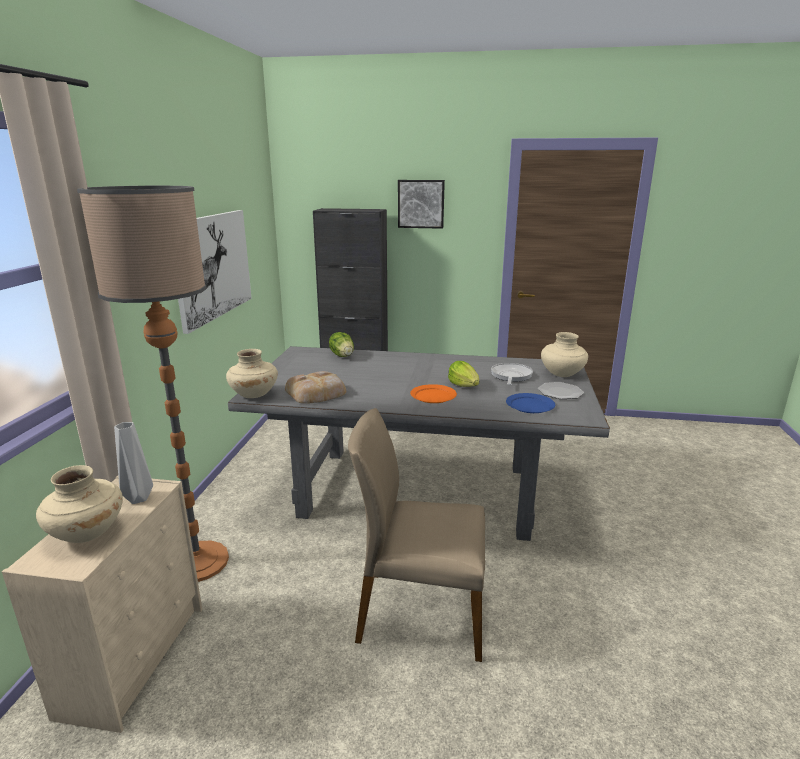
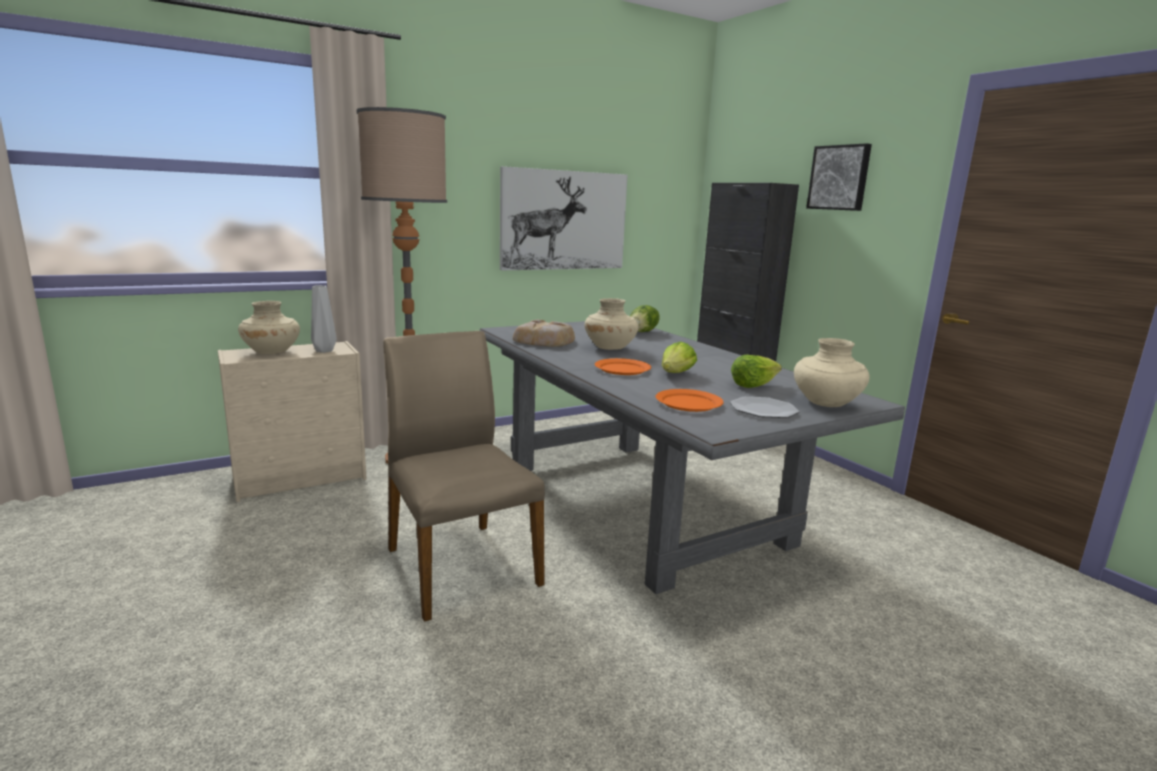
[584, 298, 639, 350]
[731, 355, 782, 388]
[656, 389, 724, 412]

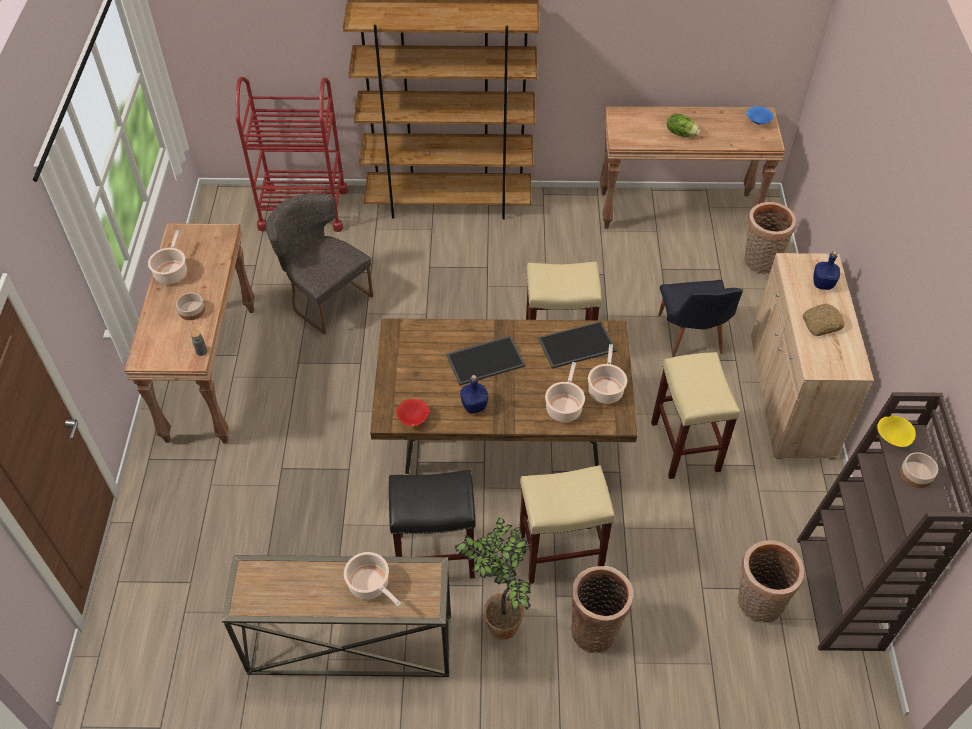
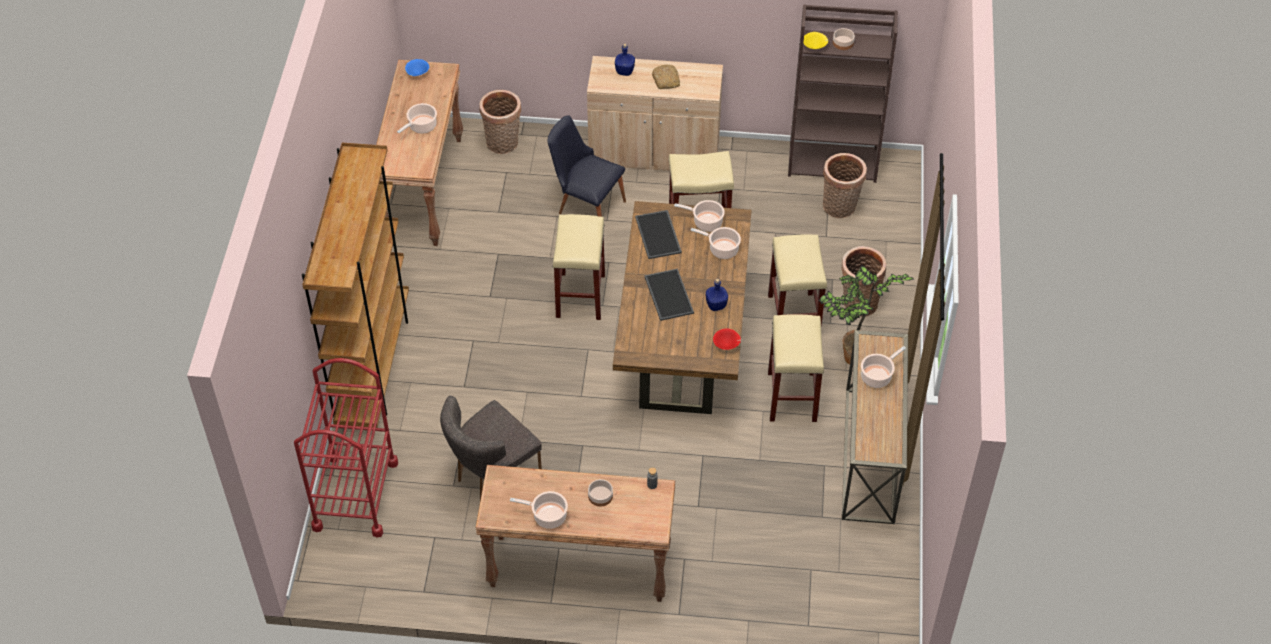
[768, 315, 824, 422]
[548, 115, 626, 217]
[397, 103, 437, 134]

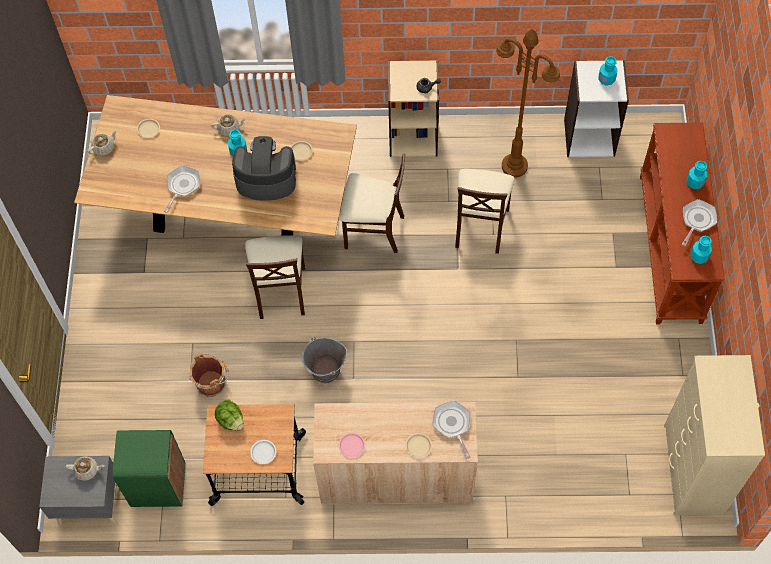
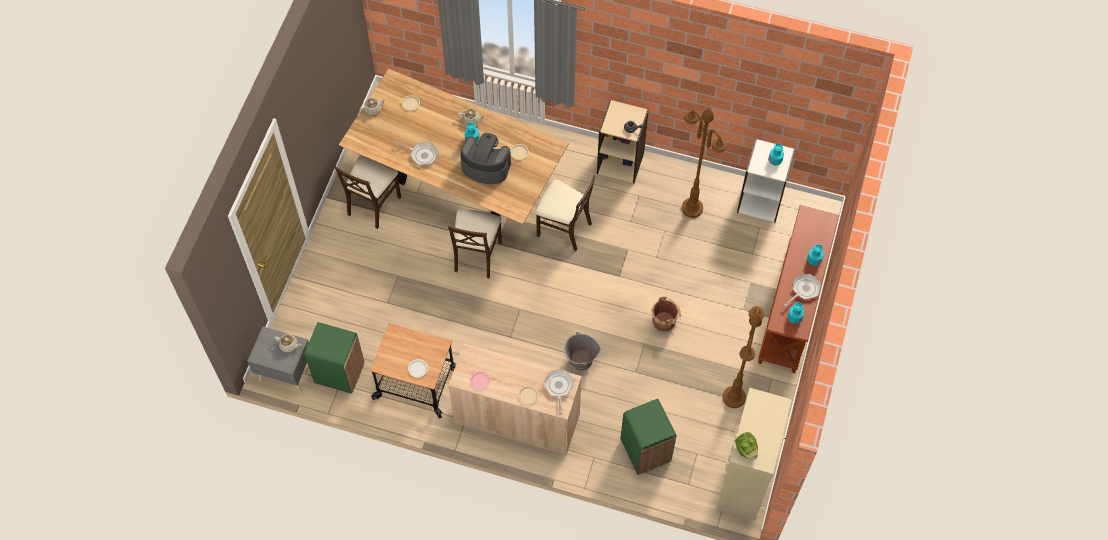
[395, 141, 438, 165]
[651, 296, 681, 332]
[735, 432, 758, 460]
[564, 332, 601, 371]
[335, 155, 401, 229]
[621, 399, 677, 475]
[723, 306, 764, 408]

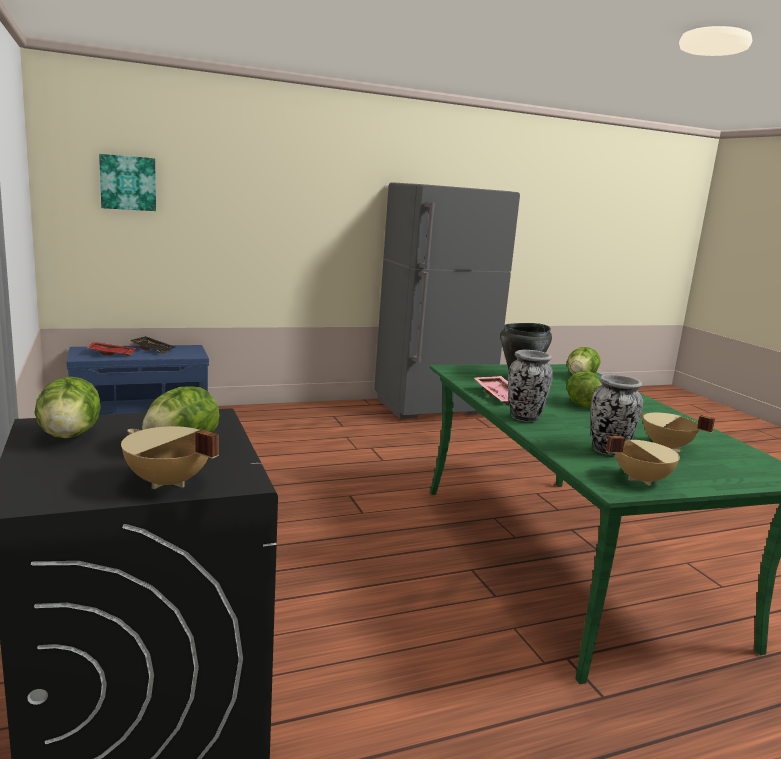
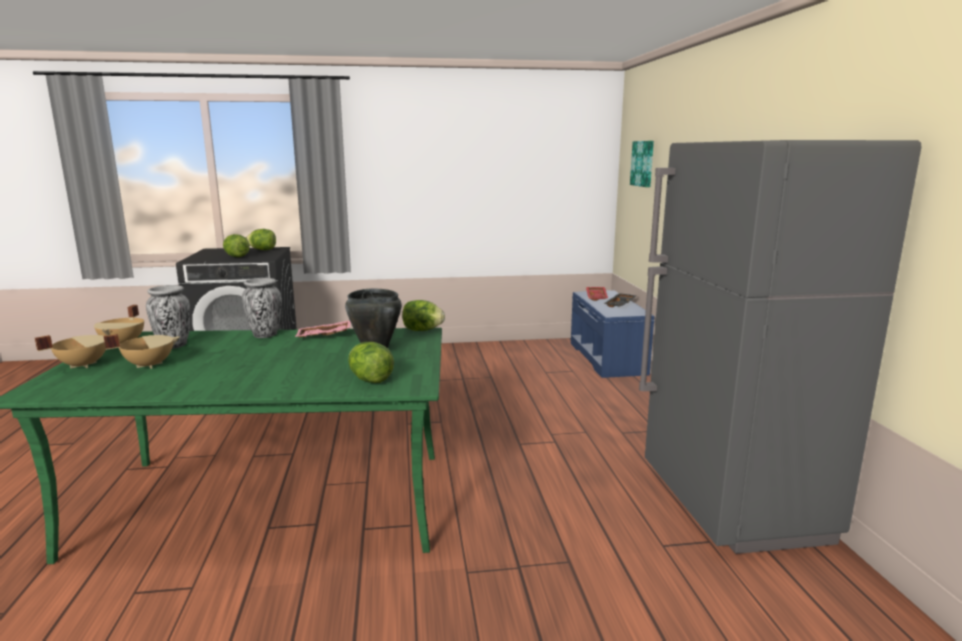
[35, 335, 106, 368]
[402, 300, 445, 331]

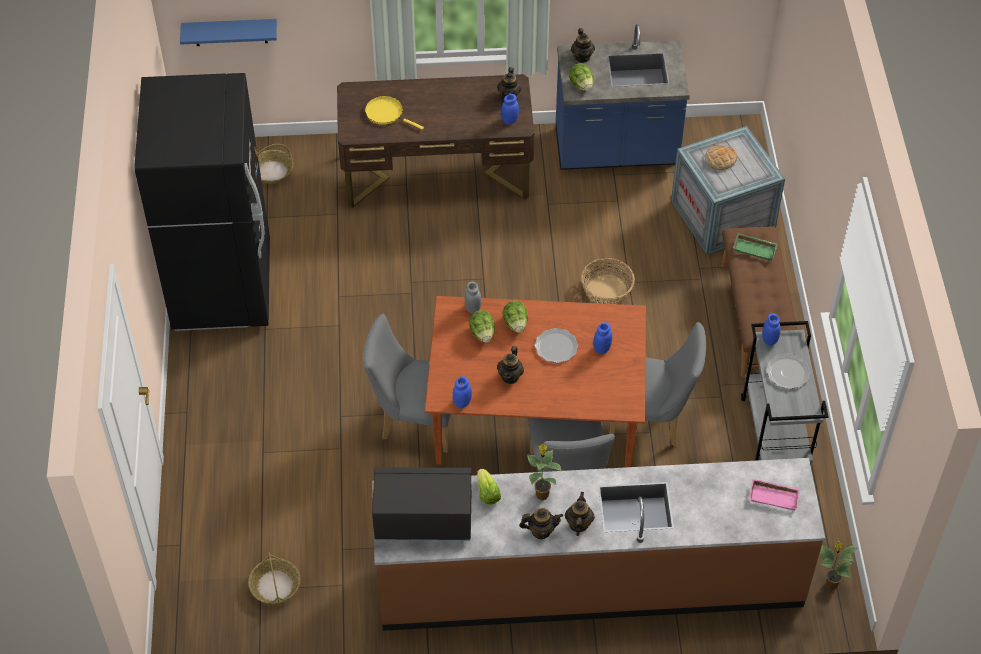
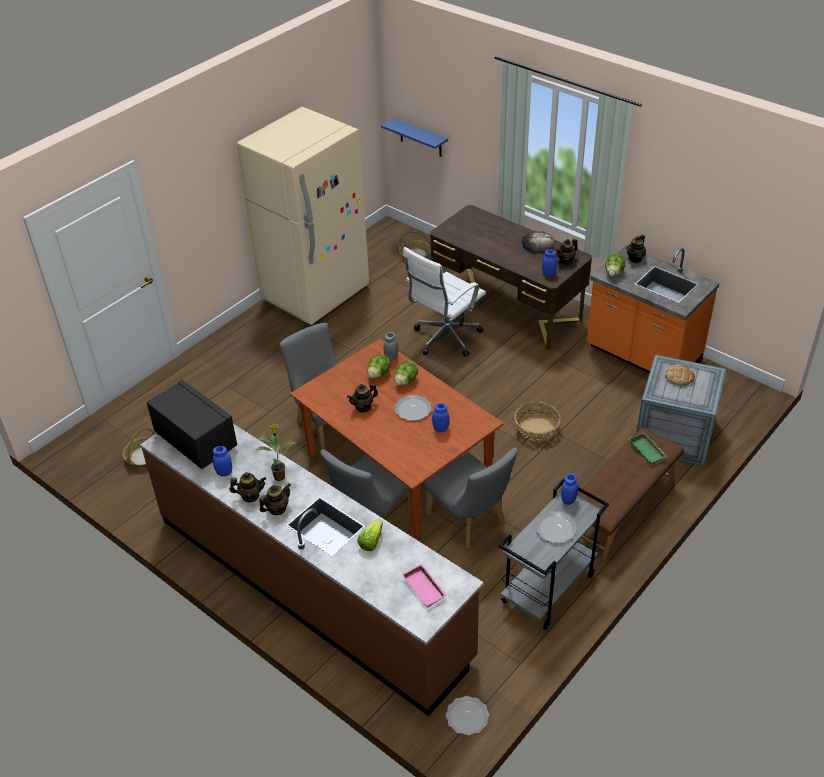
[237, 107, 369, 325]
[365, 96, 424, 130] (first image)
[213, 446, 232, 476]
[357, 519, 383, 551]
[229, 472, 266, 502]
[587, 245, 719, 373]
[446, 696, 489, 736]
[403, 247, 486, 357]
[522, 231, 555, 254]

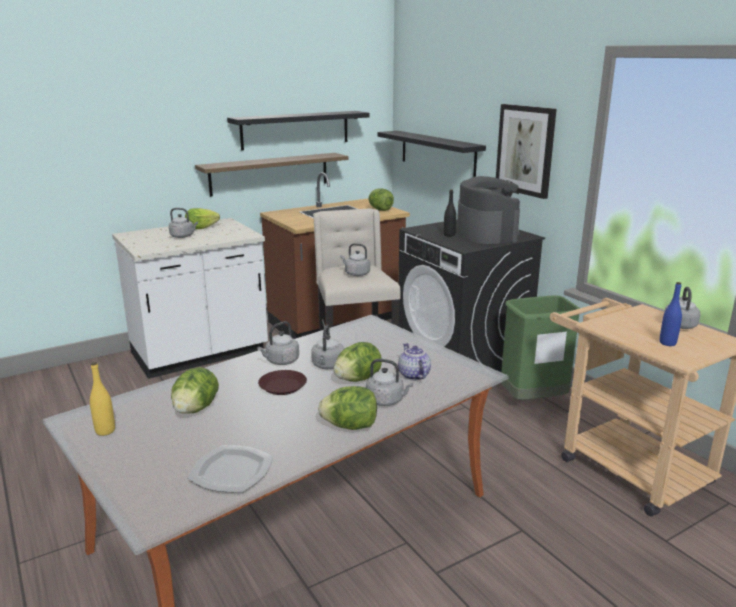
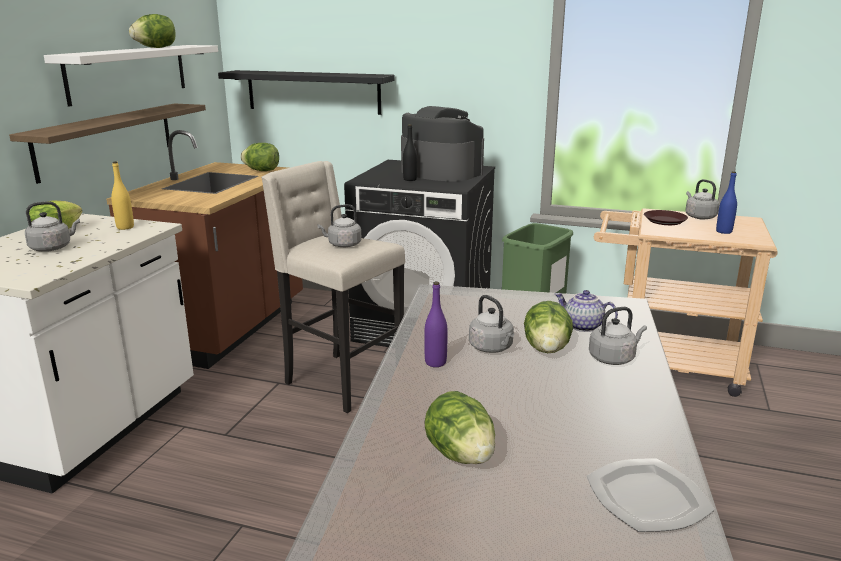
[111, 161, 134, 230]
[44, 45, 218, 106]
[424, 282, 448, 367]
[644, 210, 688, 225]
[129, 14, 176, 48]
[496, 104, 557, 199] (first image)

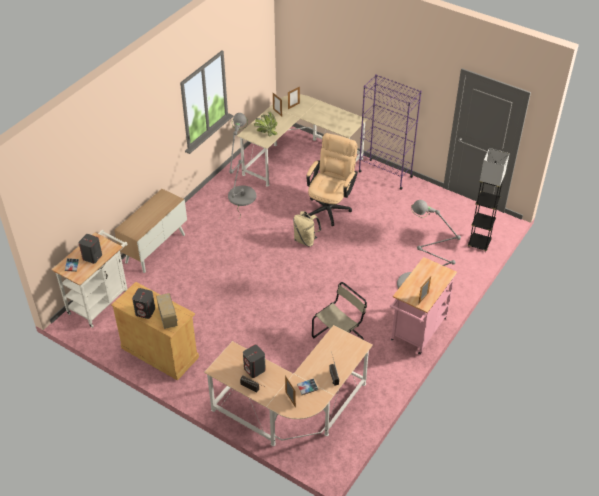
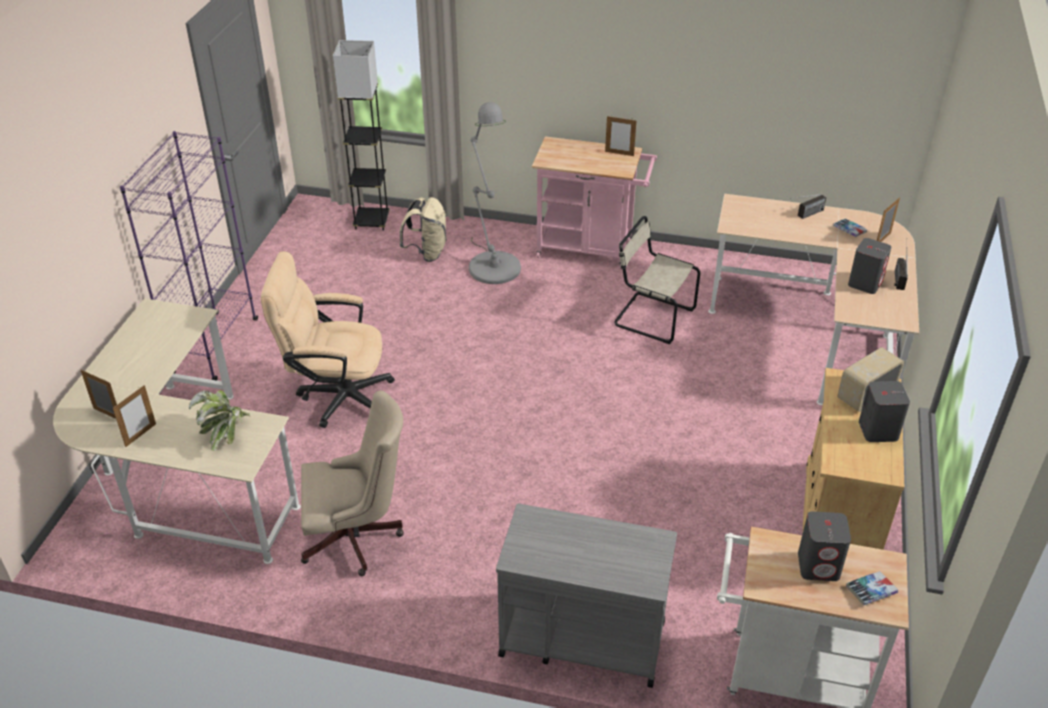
[496, 504, 677, 688]
[301, 391, 404, 576]
[399, 197, 447, 262]

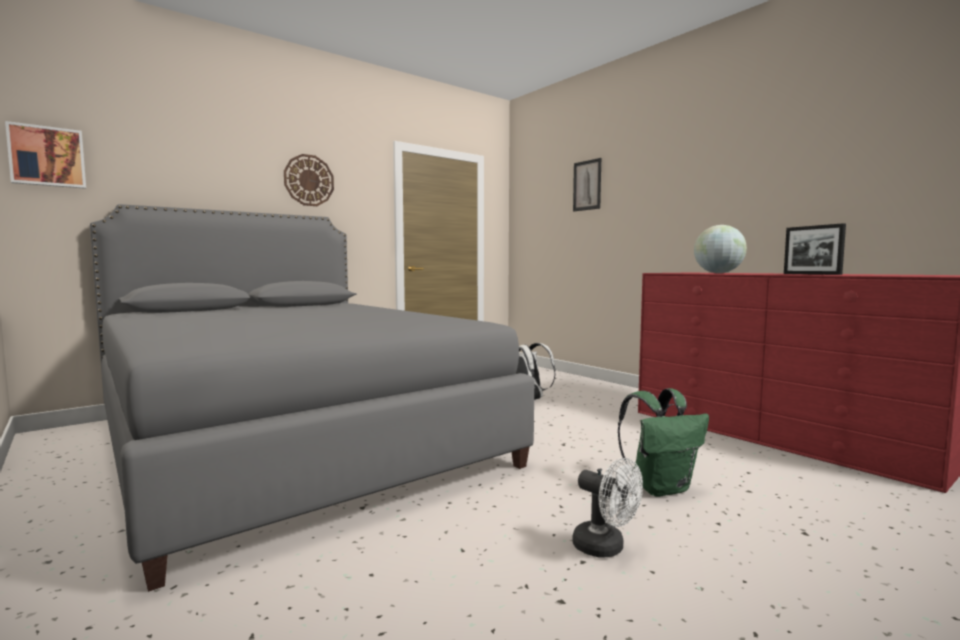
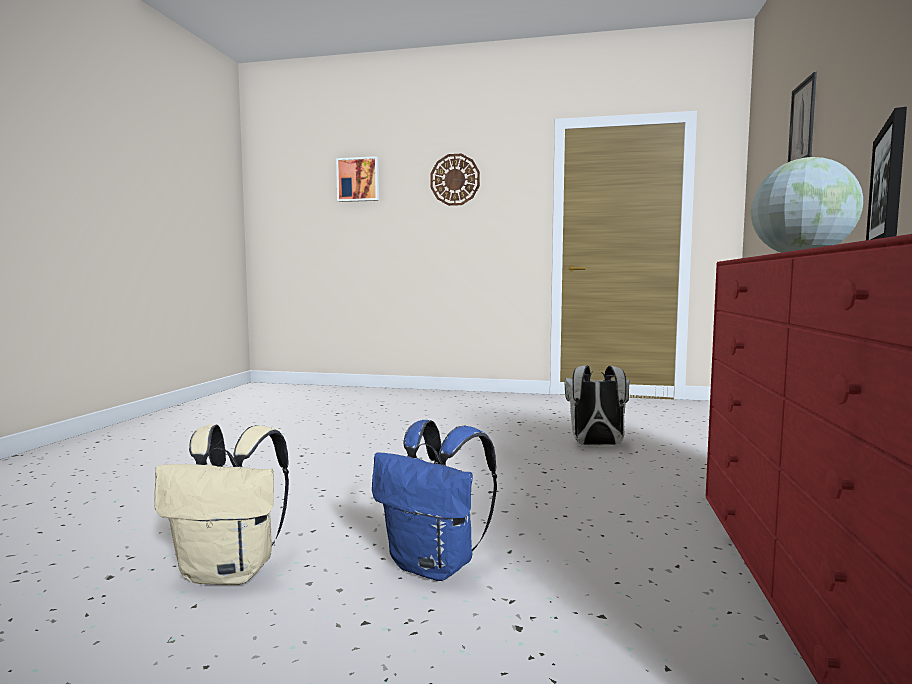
[336, 156, 379, 202]
[90, 204, 534, 592] (first image)
[154, 424, 289, 585]
[372, 420, 497, 581]

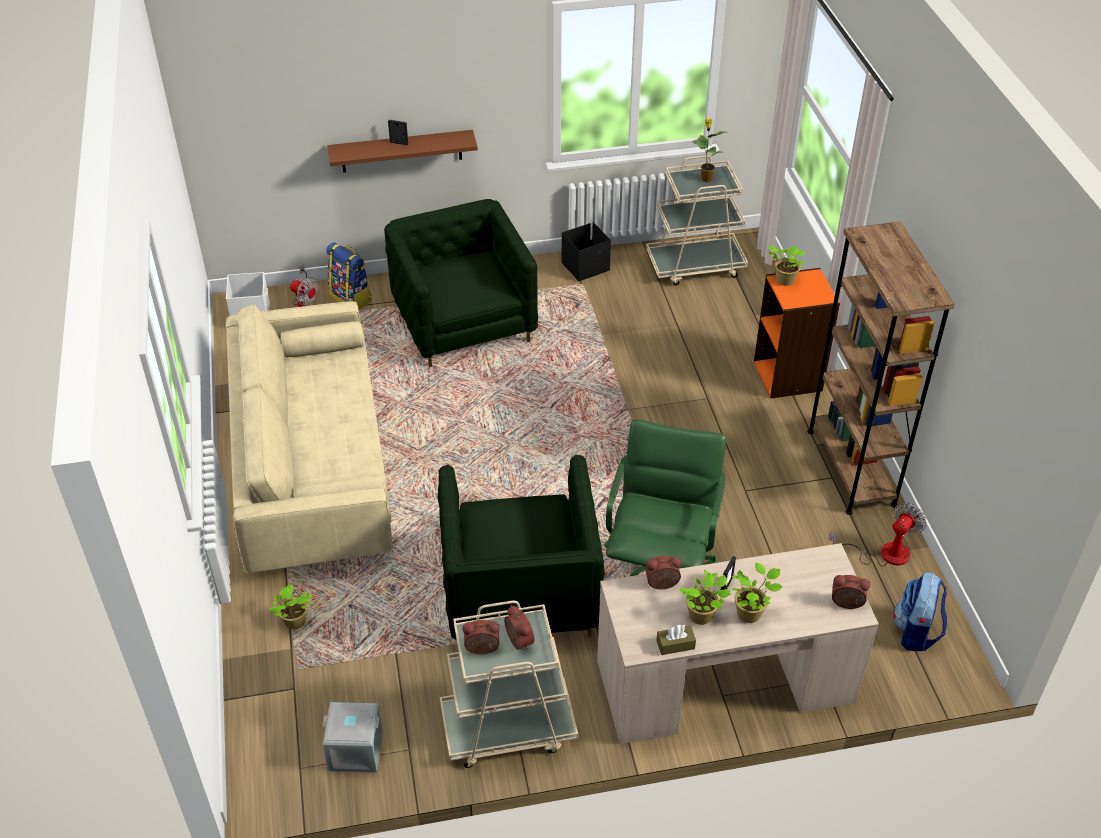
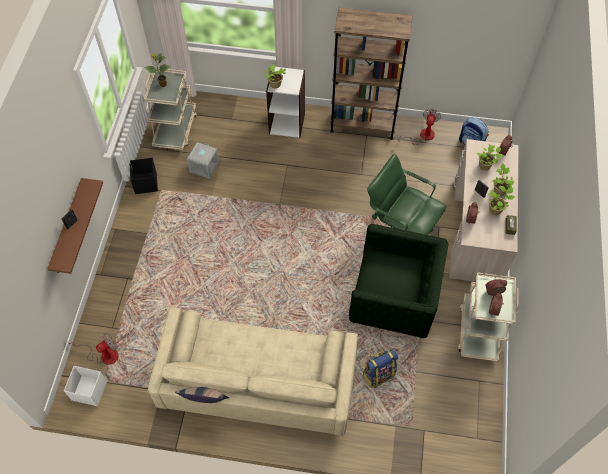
[476, 144, 503, 170]
[187, 142, 219, 179]
[363, 350, 398, 388]
[384, 199, 538, 367] (first image)
[266, 67, 305, 138]
[397, 109, 441, 145]
[175, 387, 229, 403]

